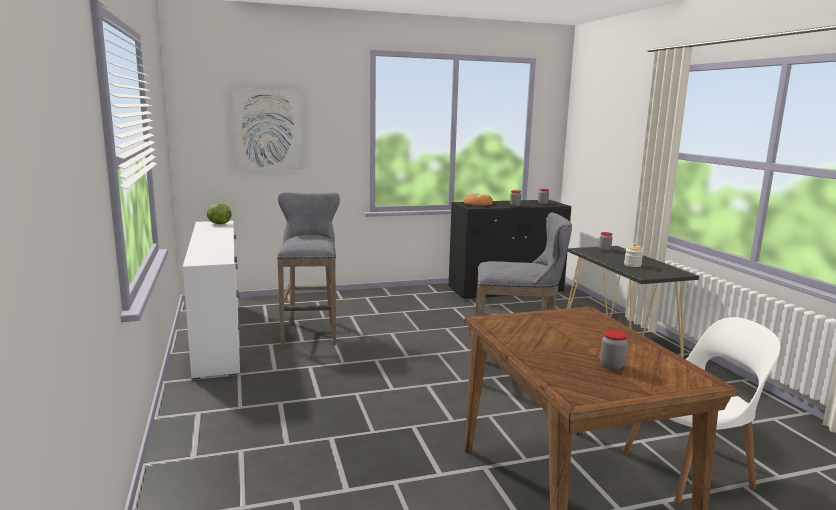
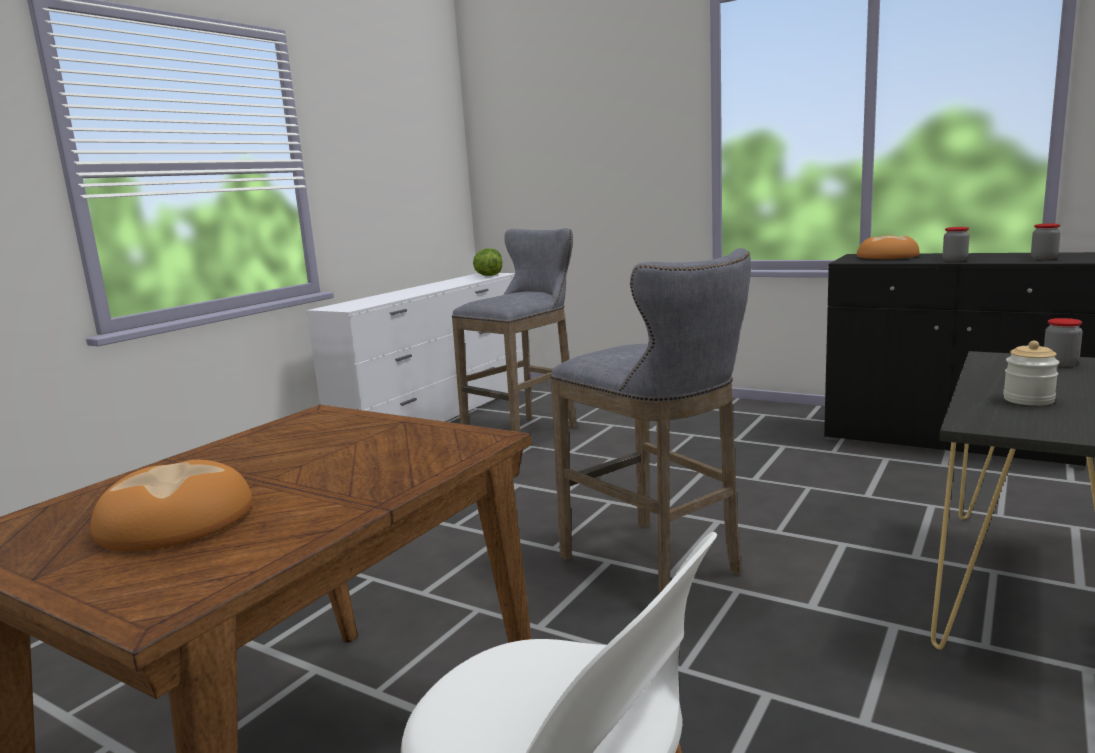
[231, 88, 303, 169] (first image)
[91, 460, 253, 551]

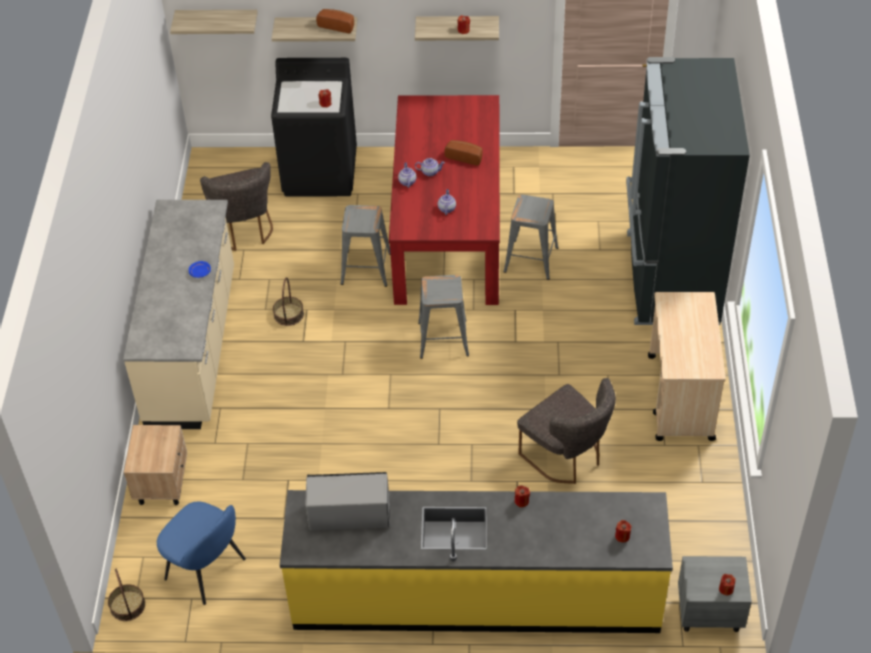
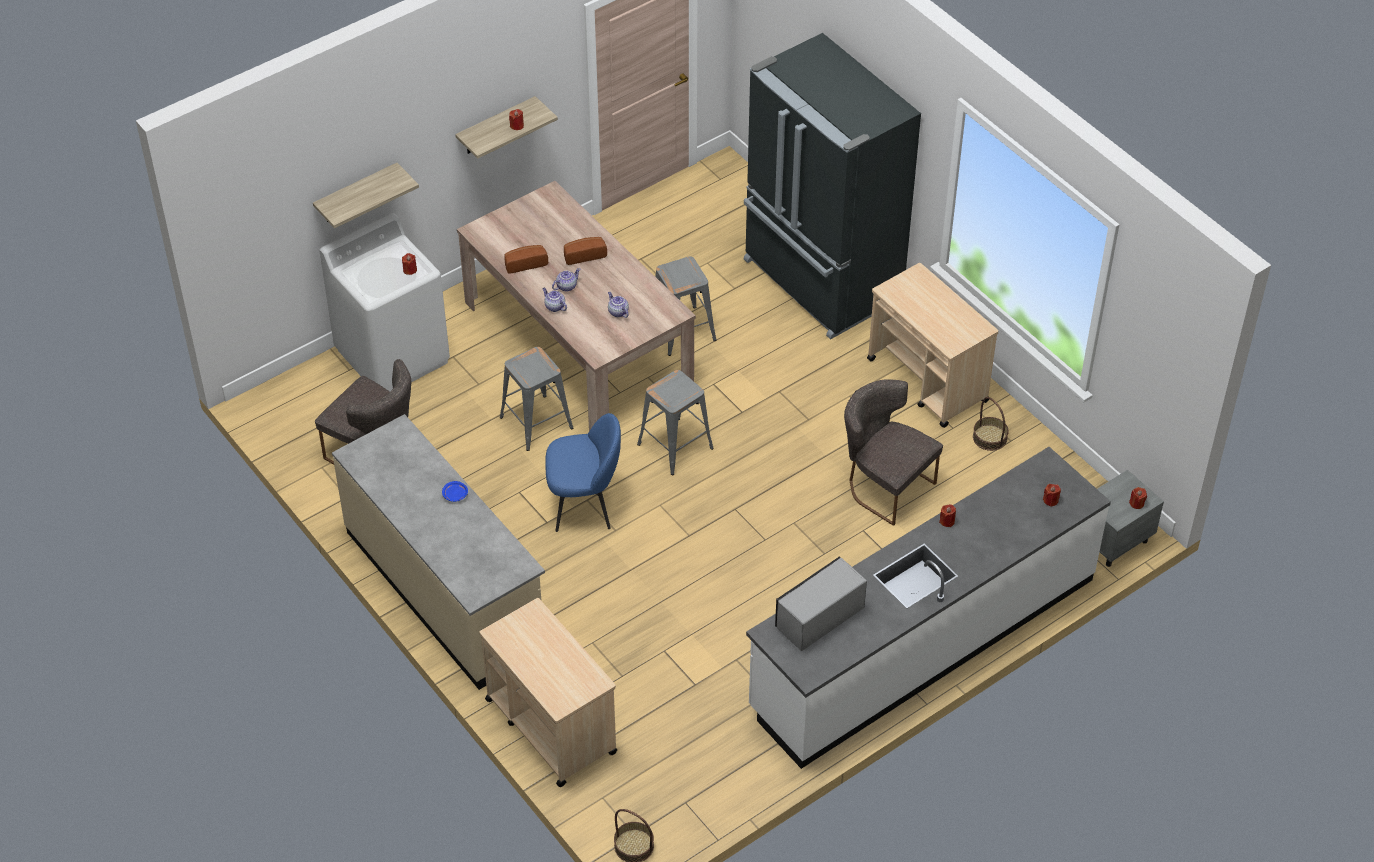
[479, 598, 618, 787]
[545, 413, 621, 532]
[170, 10, 258, 34] (first image)
[320, 213, 450, 391]
[973, 397, 1009, 451]
[746, 447, 1111, 769]
[504, 245, 548, 274]
[457, 181, 696, 431]
[844, 379, 943, 526]

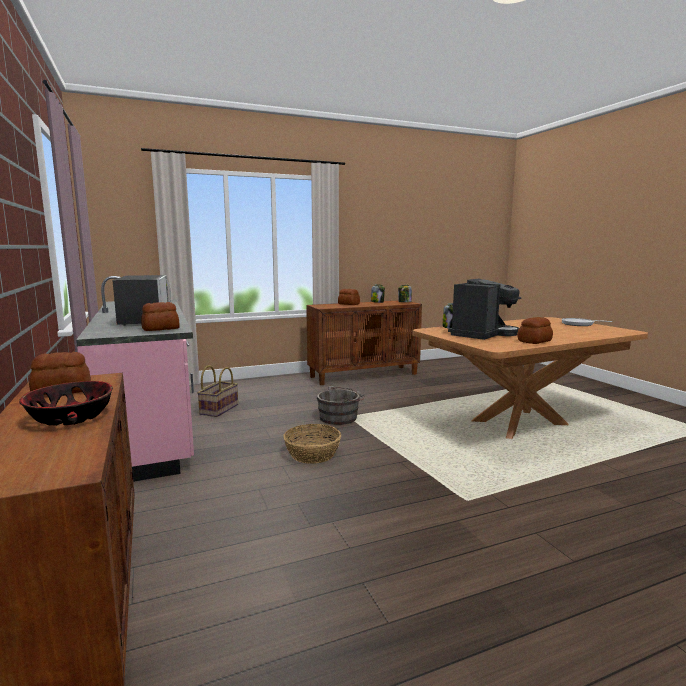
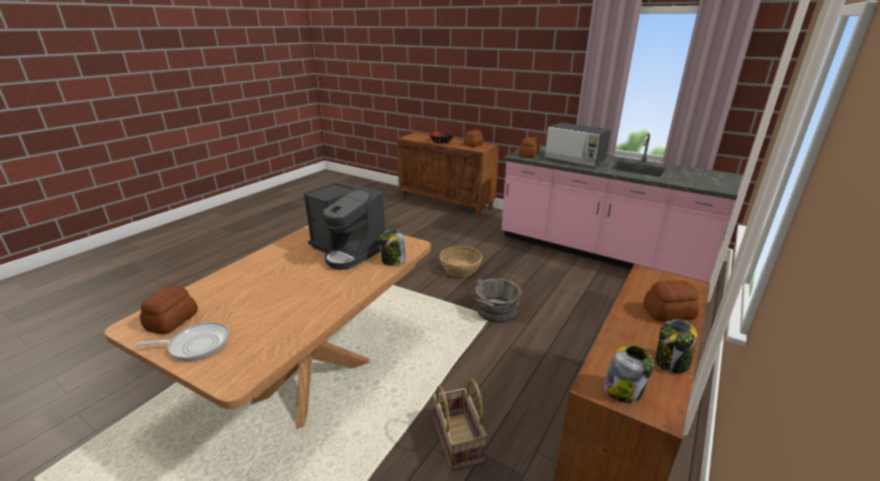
[433, 379, 487, 471]
[304, 182, 385, 270]
[140, 285, 198, 334]

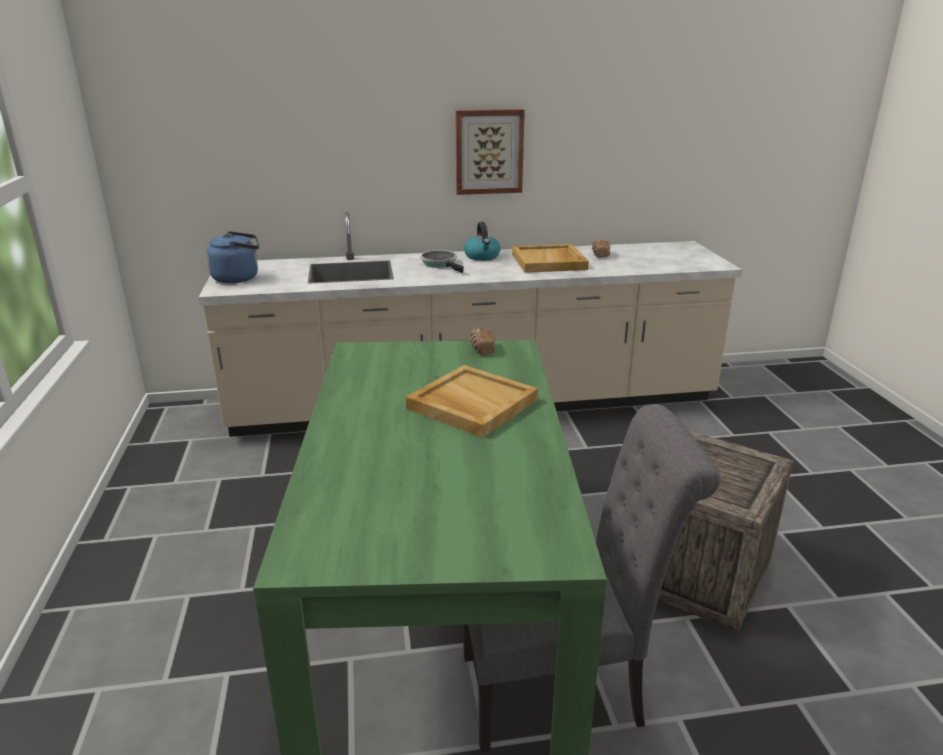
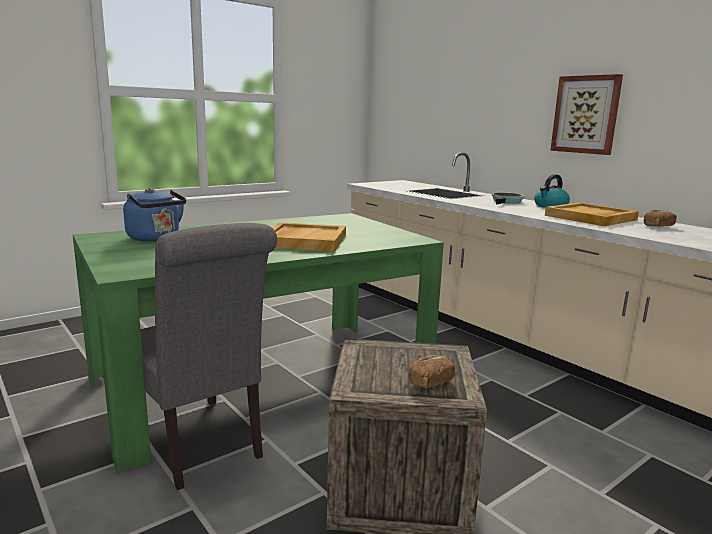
[123, 188, 186, 241]
[409, 355, 455, 388]

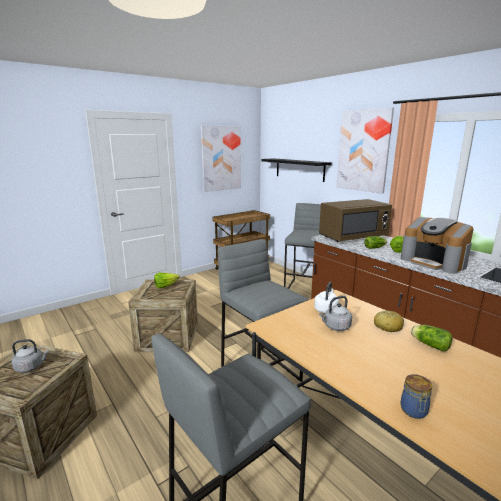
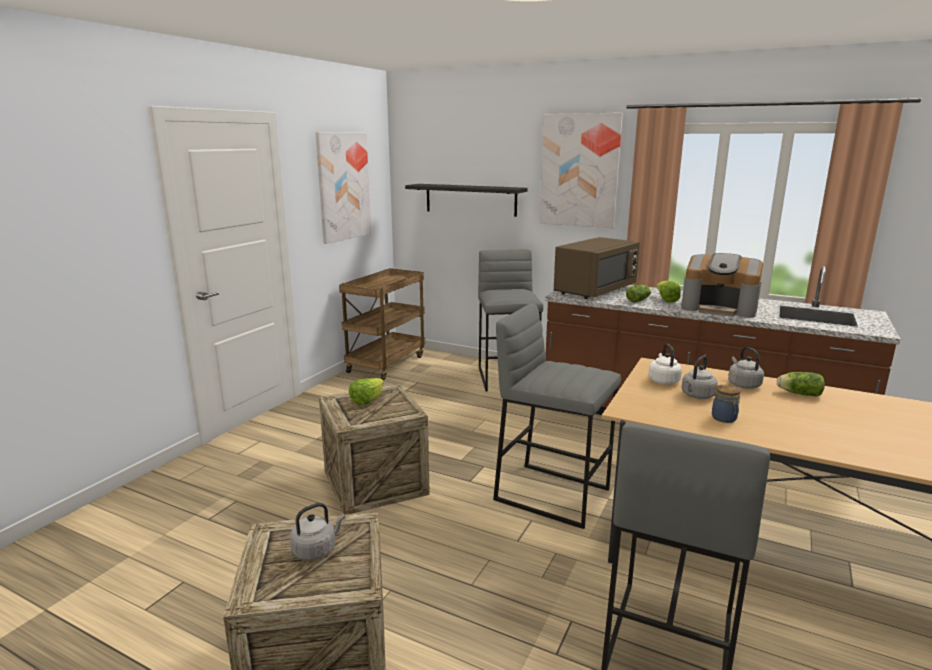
[728, 347, 764, 389]
[712, 385, 740, 423]

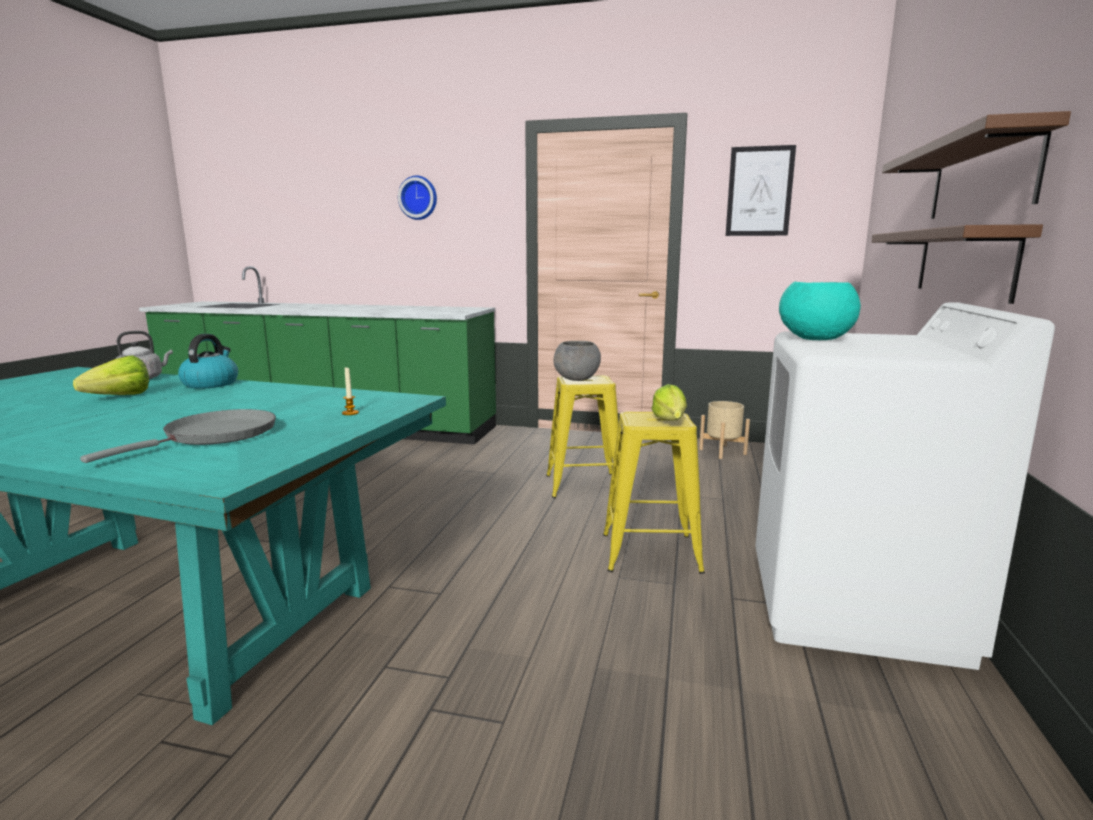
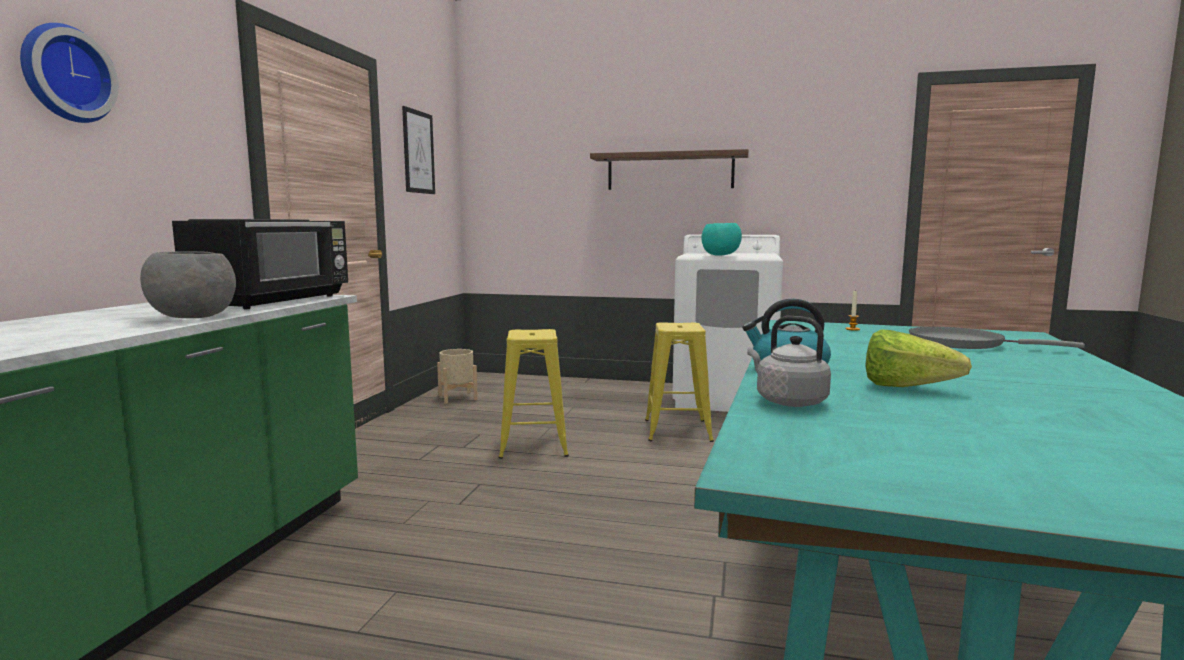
[140, 251, 236, 318]
[652, 384, 687, 421] (first image)
[871, 224, 1043, 304] (first image)
[172, 219, 348, 309]

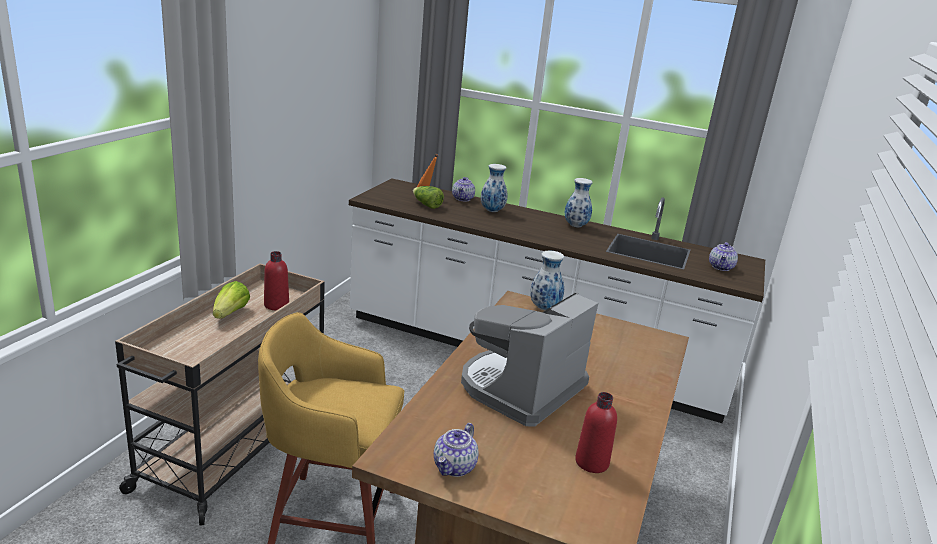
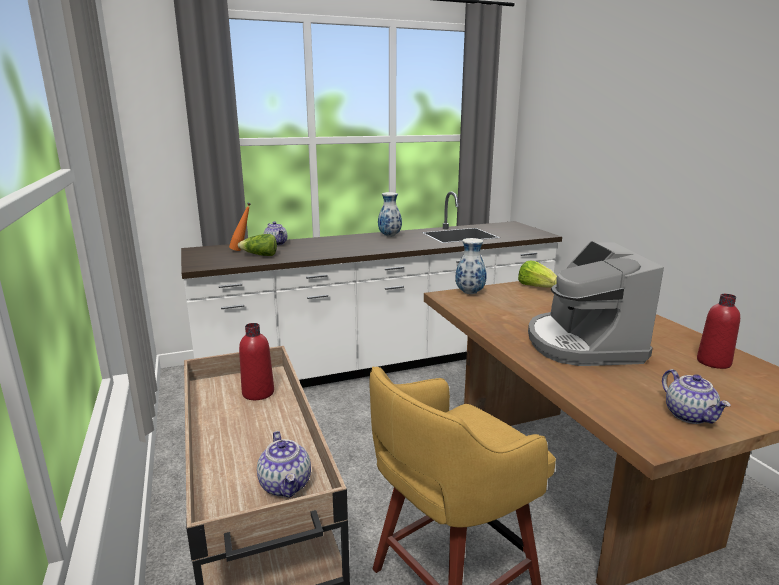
[518, 261, 557, 287]
[481, 164, 508, 212] (first image)
[257, 431, 311, 498]

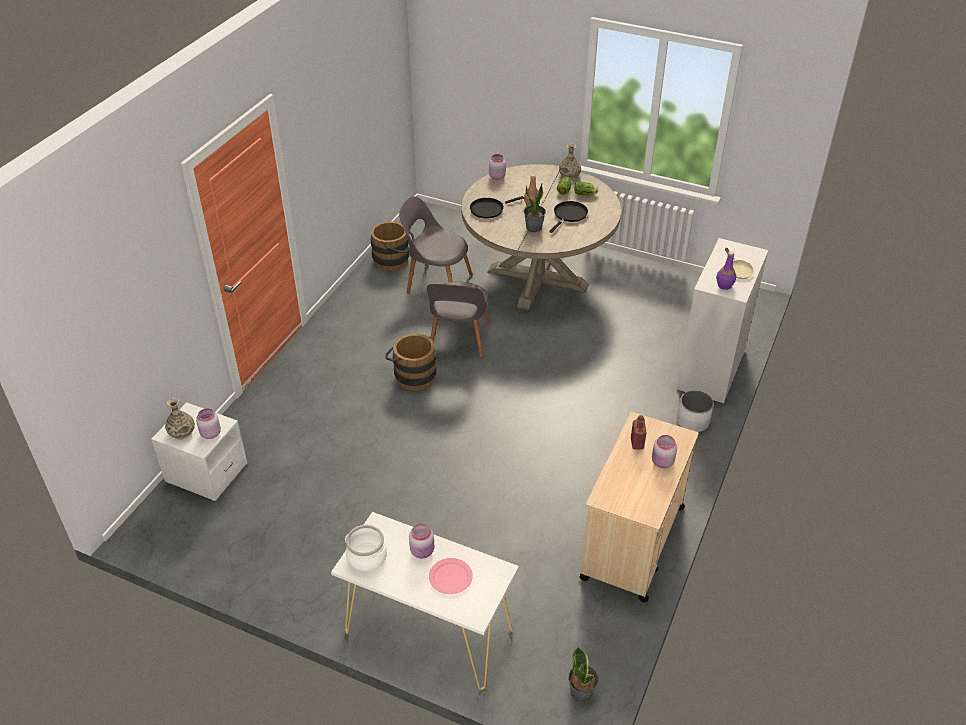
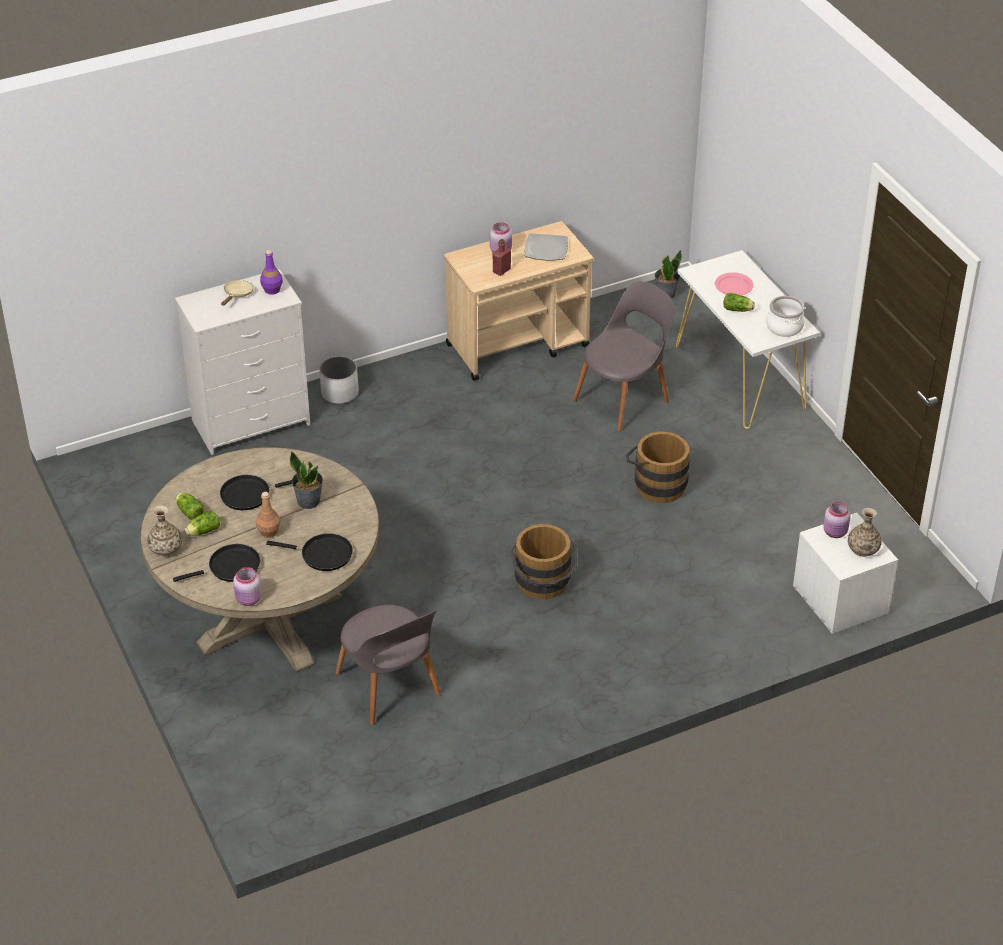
[626, 431, 690, 503]
[723, 293, 755, 312]
[573, 281, 675, 432]
[173, 544, 260, 582]
[525, 234, 568, 261]

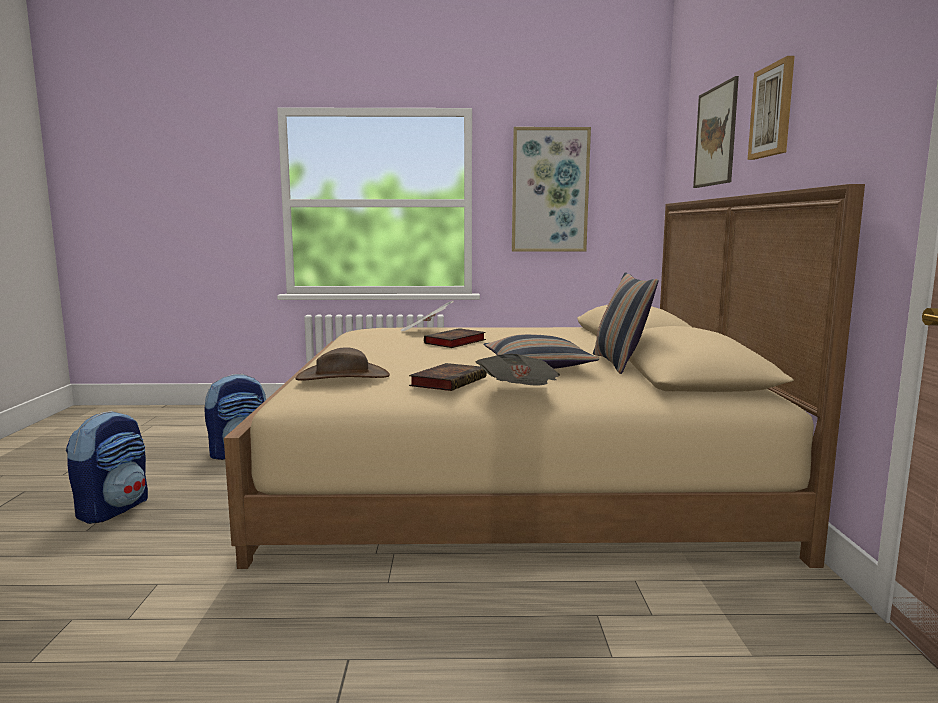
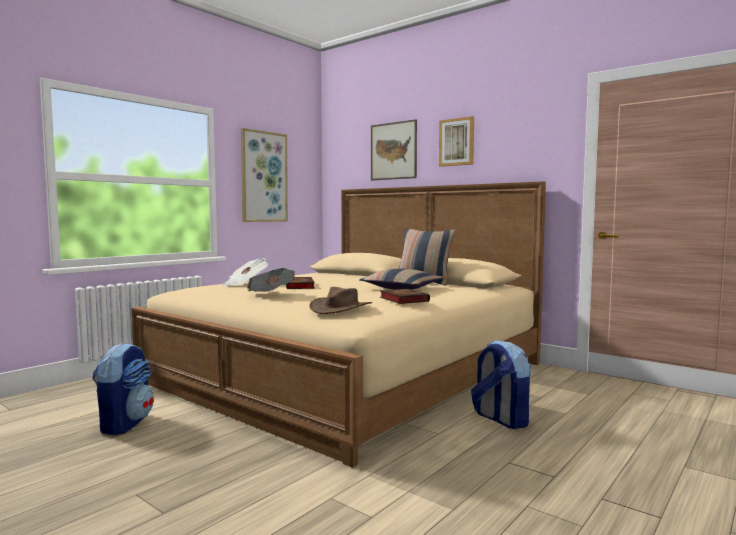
[471, 340, 531, 429]
[247, 268, 295, 292]

